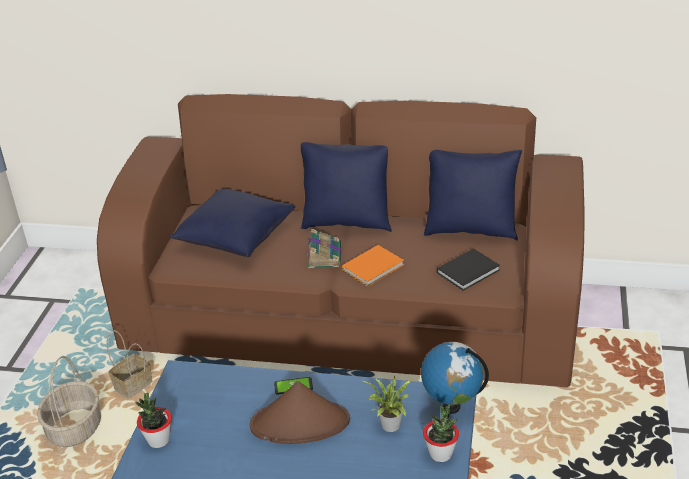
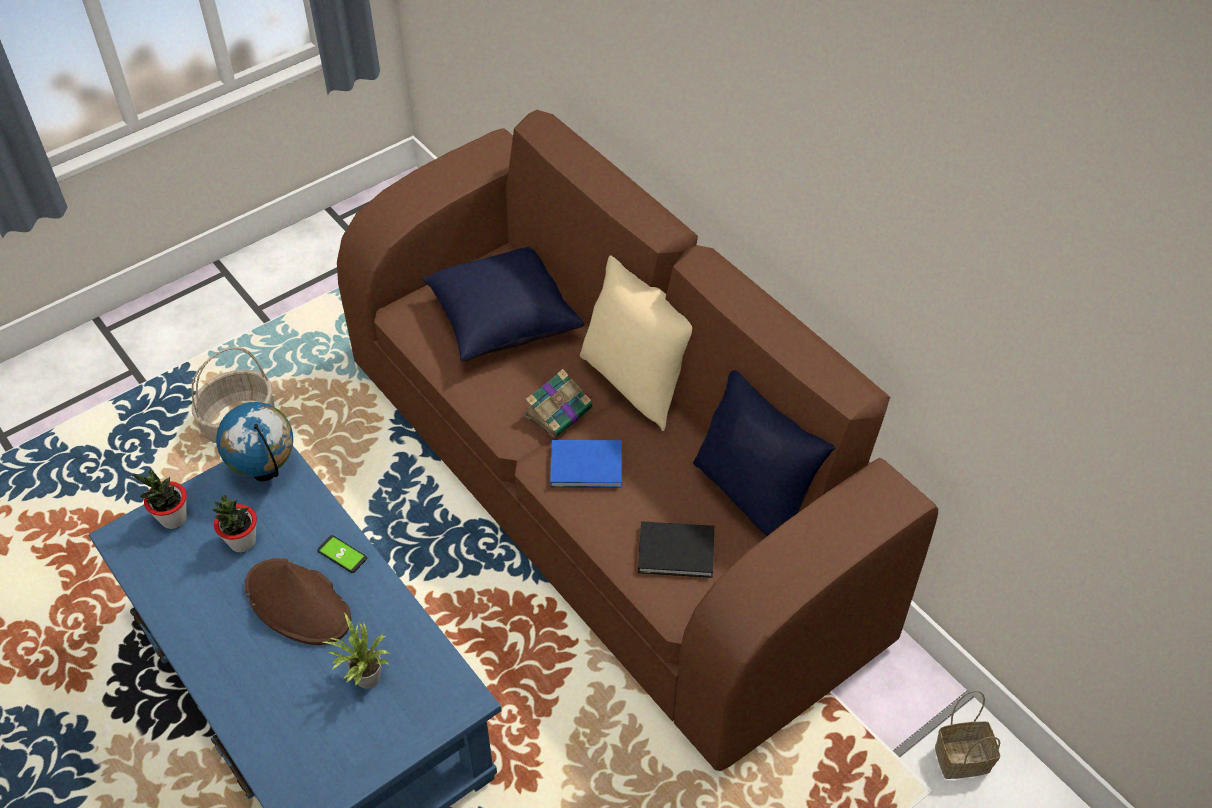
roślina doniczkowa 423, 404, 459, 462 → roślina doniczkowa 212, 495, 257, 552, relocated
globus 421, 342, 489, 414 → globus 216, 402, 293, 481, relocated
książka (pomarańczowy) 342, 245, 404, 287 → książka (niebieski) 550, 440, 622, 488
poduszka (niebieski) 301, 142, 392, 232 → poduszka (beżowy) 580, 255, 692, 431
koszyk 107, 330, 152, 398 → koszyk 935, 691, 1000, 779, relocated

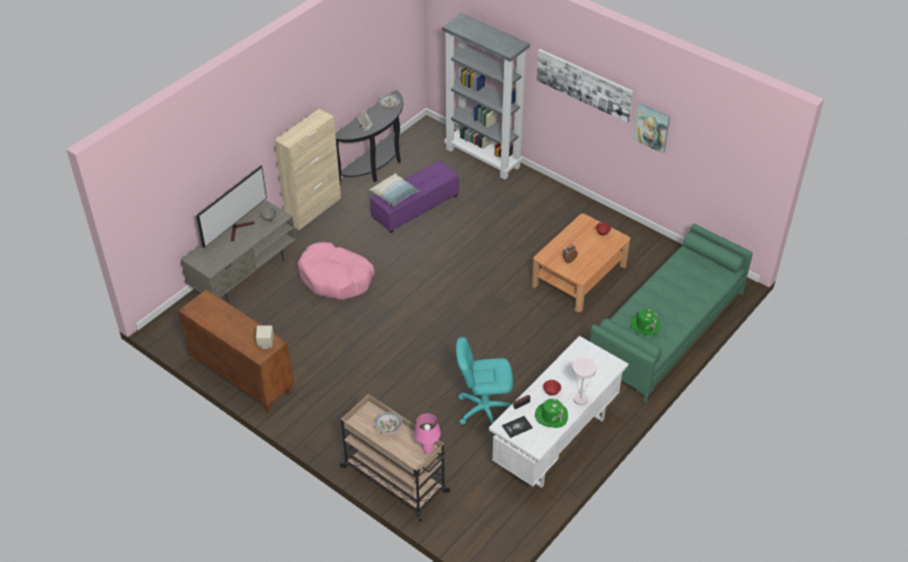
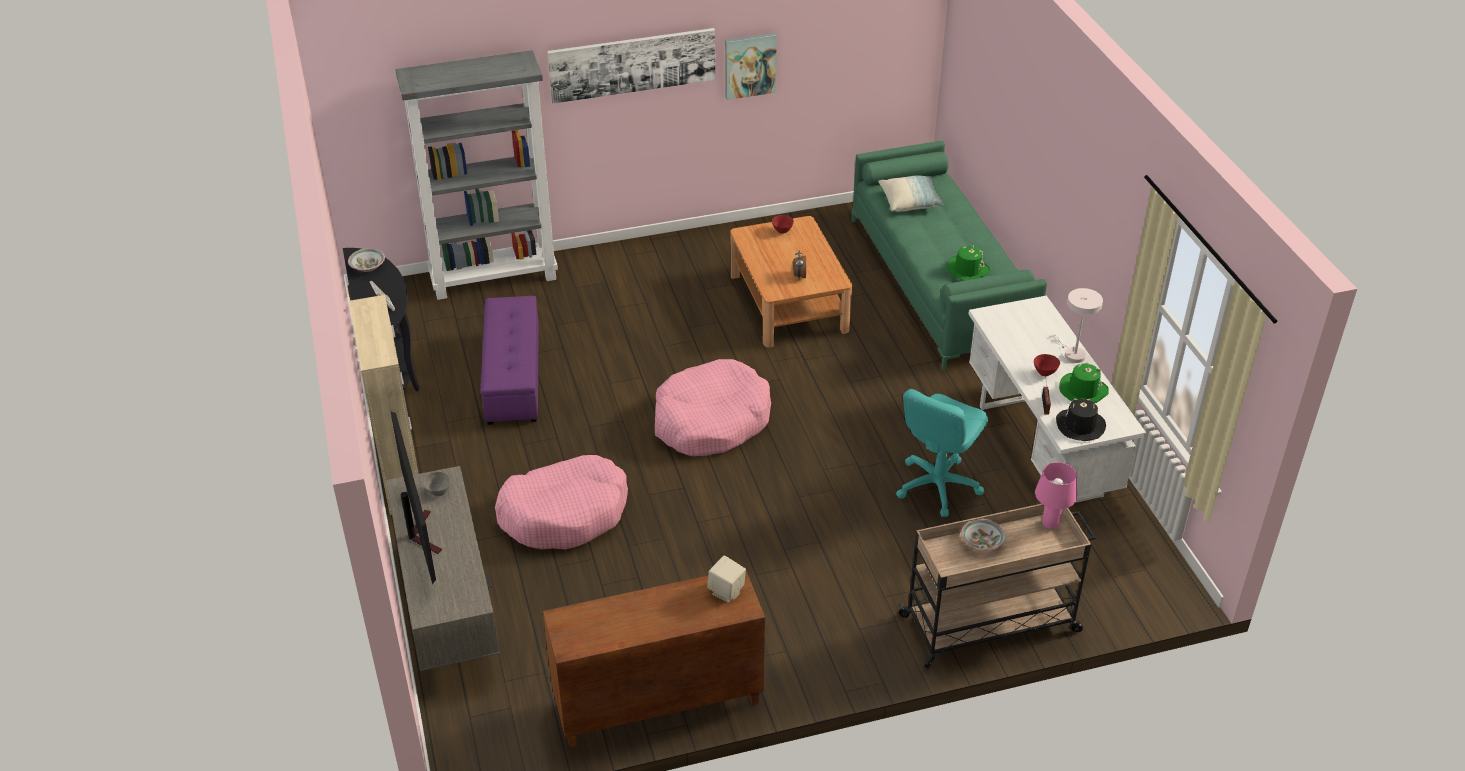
- → legowisko (różowy) 655, 359, 771, 456
poduszka 370, 173, 420, 207 → poduszka 878, 176, 944, 212, relocated
książka 502, 416, 533, 438 → kapelusz (czarny) 1056, 398, 1106, 441

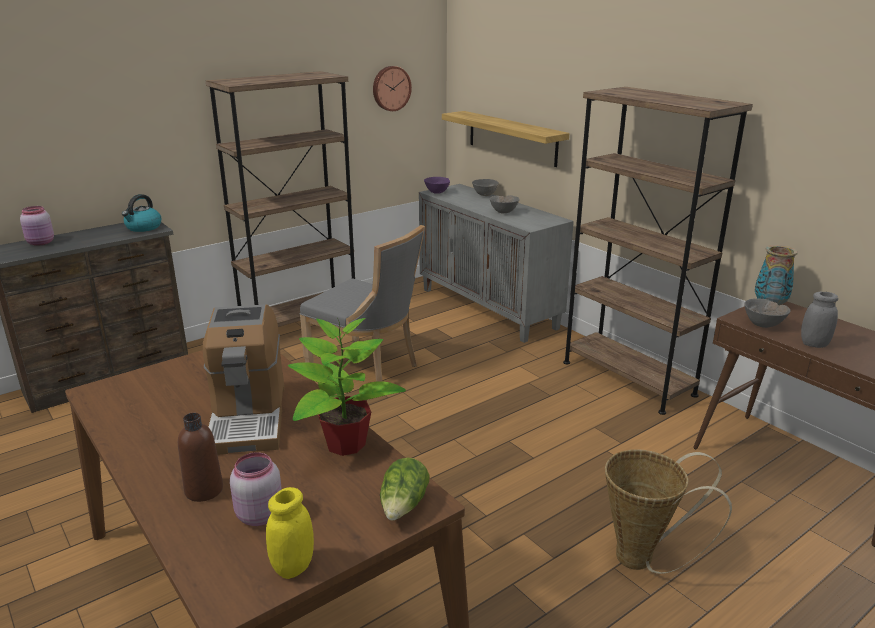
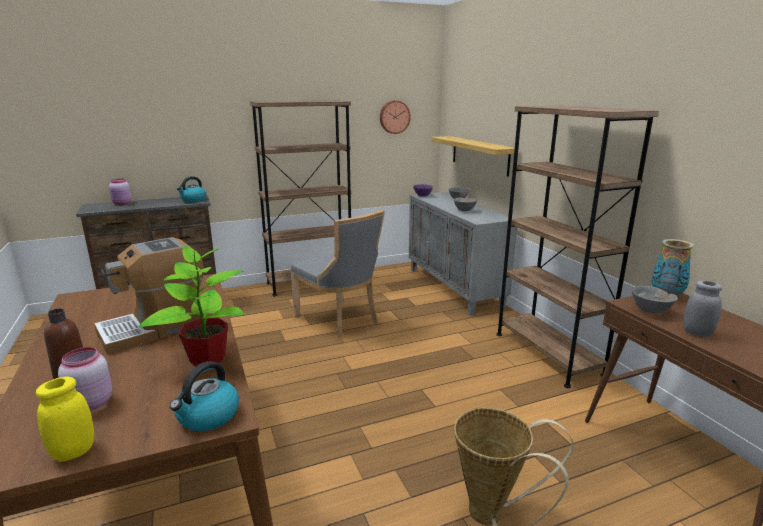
ekspres do kawy 203, 304, 284, 455 → ekspres do kawy 94, 237, 208, 355, 45 degrees clockwise
sałata 380, 457, 430, 521 → czajnik 170, 361, 239, 431

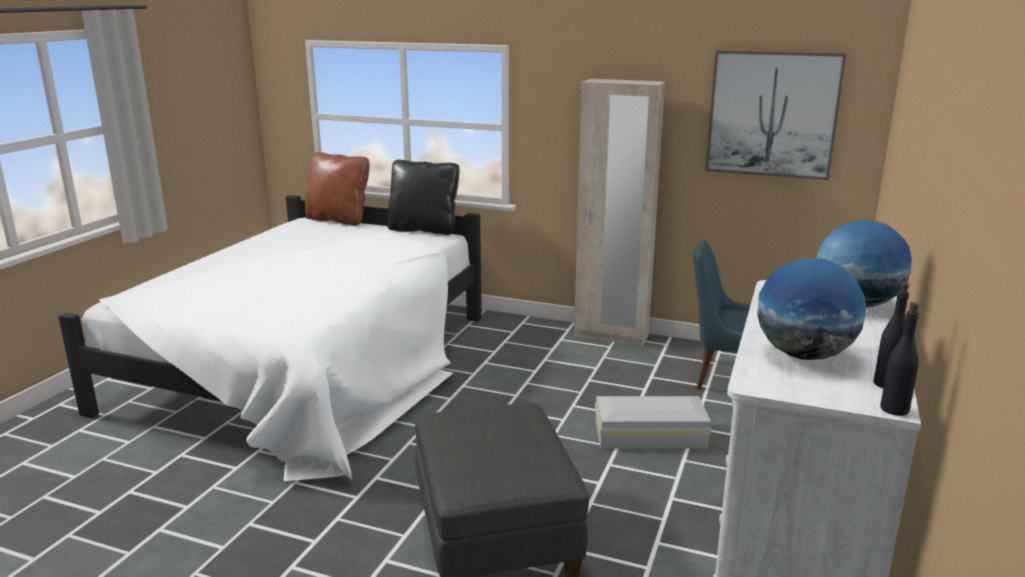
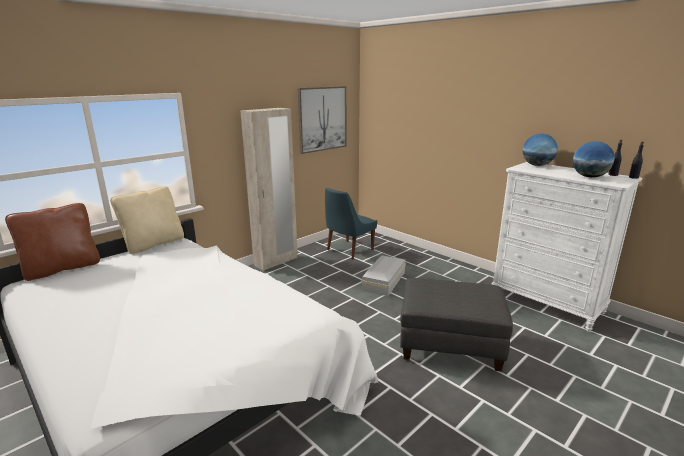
poduszka (czarny) 388, 160, 459, 235 → poduszka (beżowy) 110, 186, 184, 254

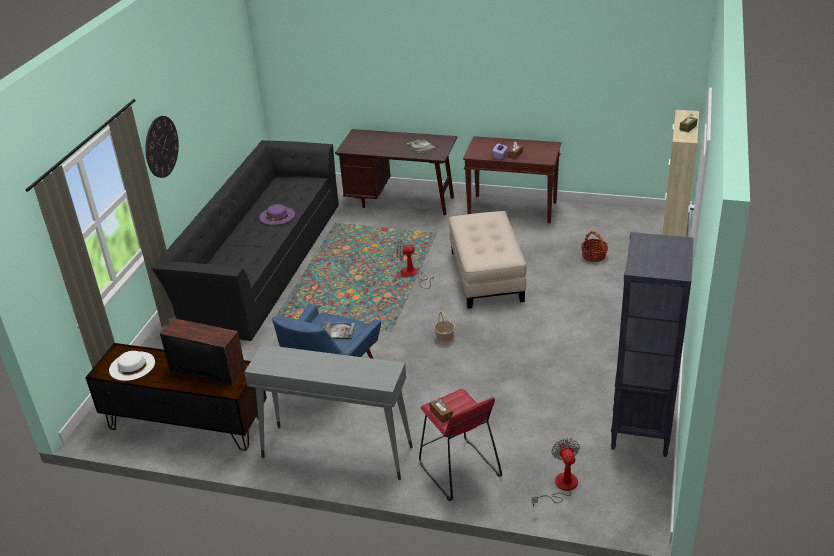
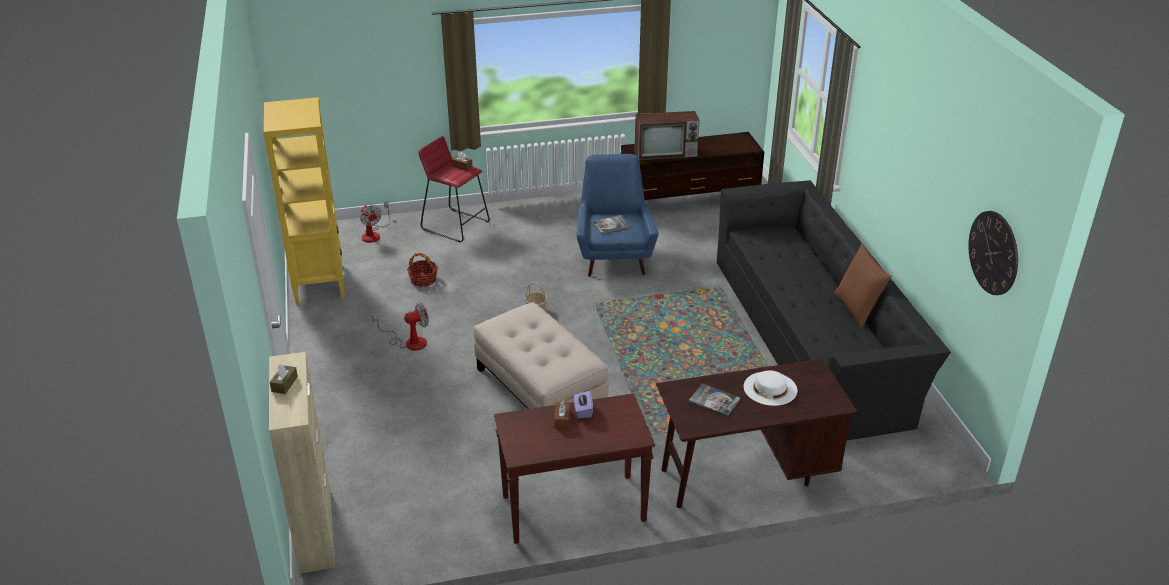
regał (czarny) 611, 232, 694, 457 → regał (żółty) 264, 97, 345, 304
wentylator 396, 240, 434, 289 → wentylator 372, 302, 429, 351, relocated
koszyk 581, 231, 608, 262 → koszyk 407, 253, 438, 287, relocated
kapelusz (biały) 109, 351, 155, 381 → kapelusz (biały) 744, 370, 797, 406, relocated
- → poduszka (brązowy) 834, 244, 892, 328
zegar ścienny 145, 116, 179, 178 → zegar ścienny 968, 211, 1018, 295, relocated
stolik konsolowy (szary) 244, 344, 413, 480 → -
kapelusz (fioletowy) 260, 204, 295, 225 → -

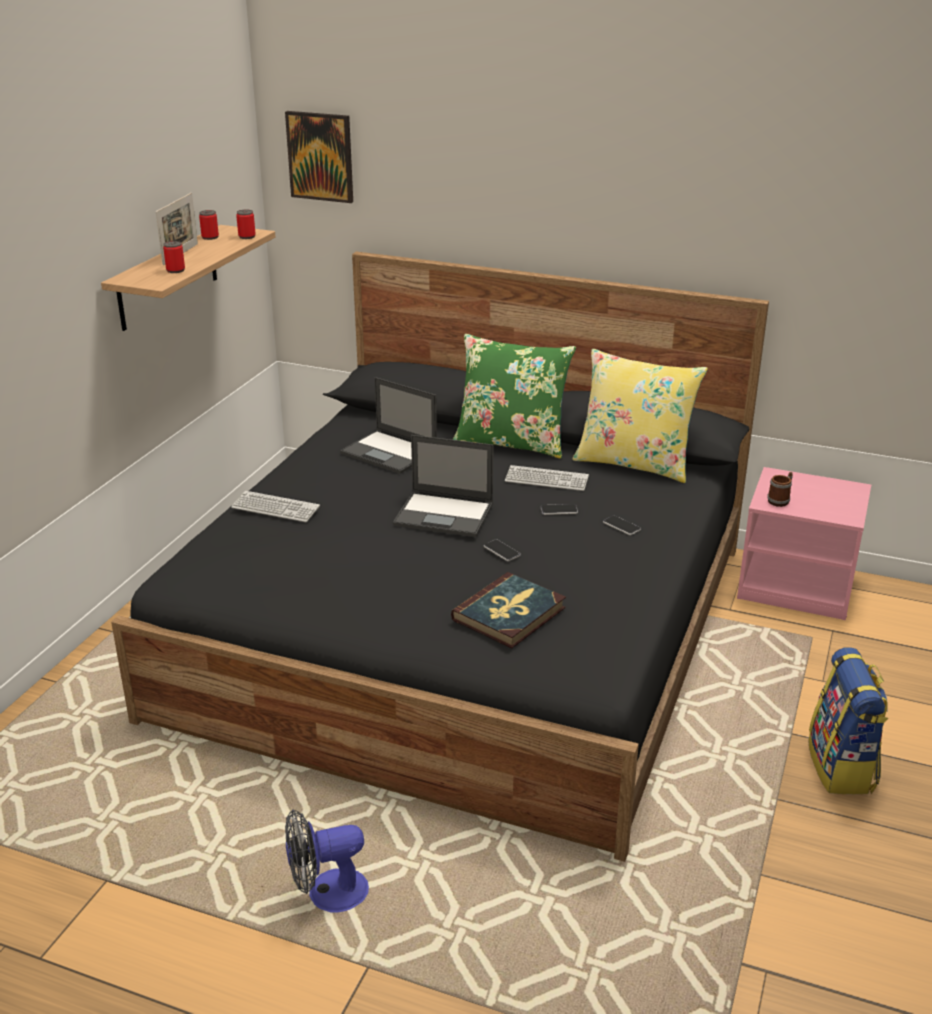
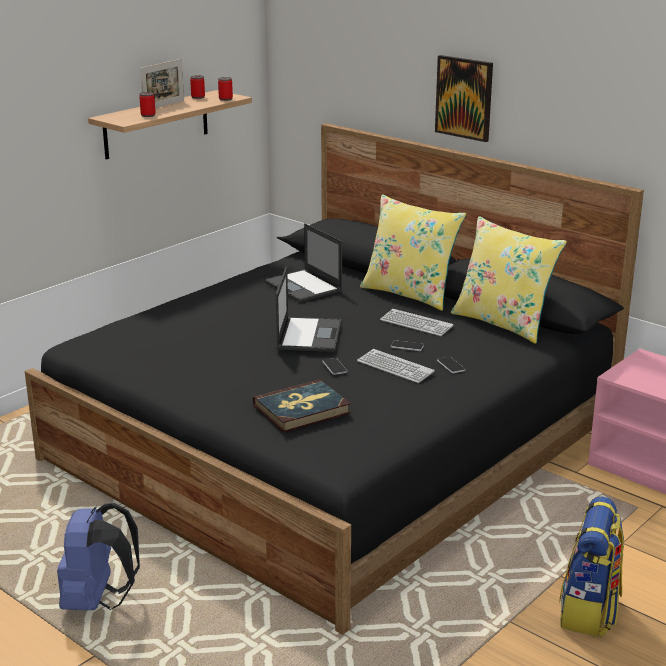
wentylator 285, 810, 369, 912 → plecak (niebieski) 57, 503, 140, 610
laptop 393, 435, 494, 537 → laptop 276, 267, 341, 352, 120 degrees counterclockwise
klawiatura 231, 491, 320, 522 → klawiatura 357, 349, 435, 383, relocated
poduszka (zielony) 453, 334, 576, 459 → poduszka (żółty) 360, 195, 466, 311
obraz 285, 111, 353, 203 → obraz 435, 55, 493, 142, relocated
kubek 767, 472, 793, 507 → -

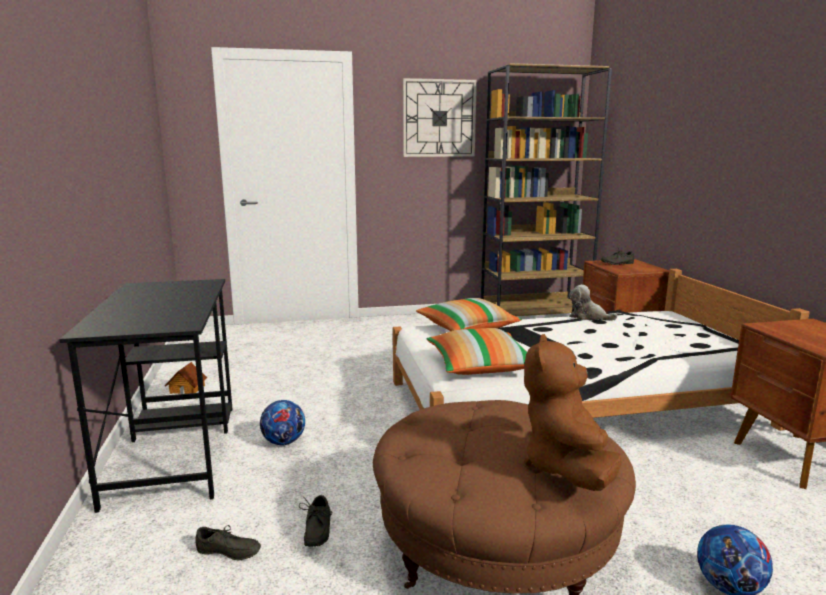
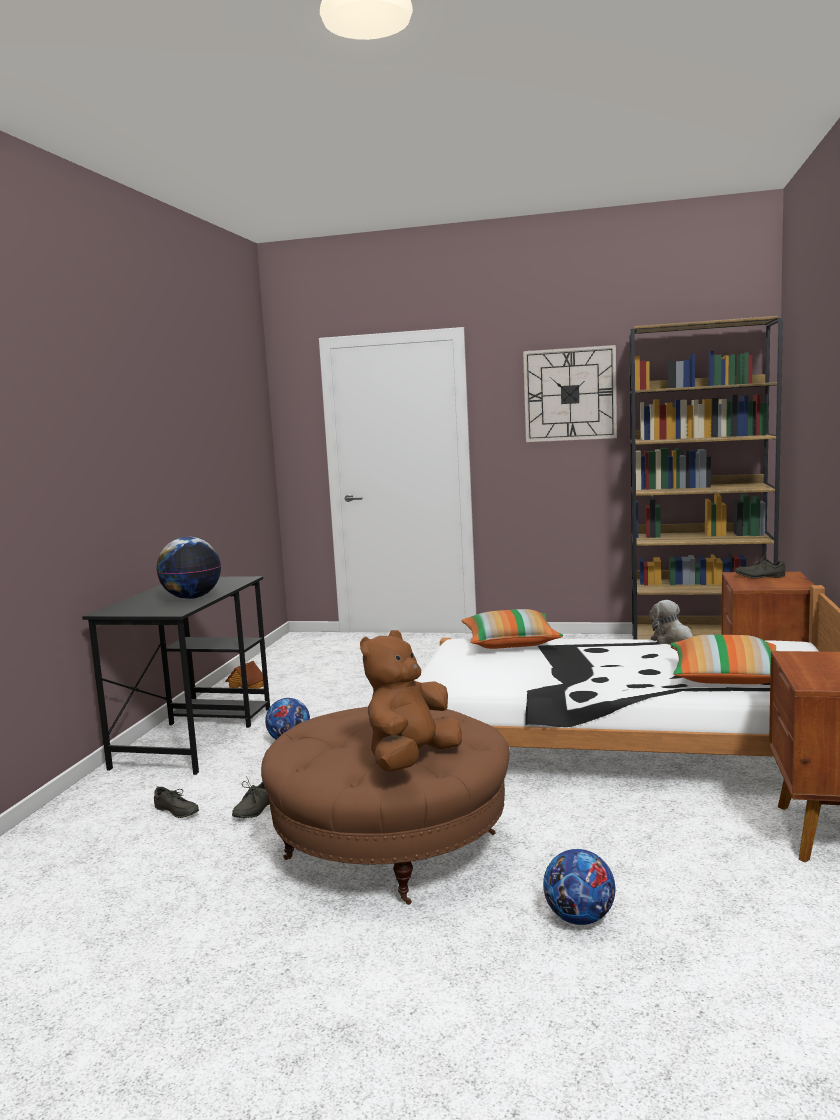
- → globus 156, 537, 221, 599
poduszka 426, 328, 527, 375 → poduszka 670, 635, 776, 684, relocated

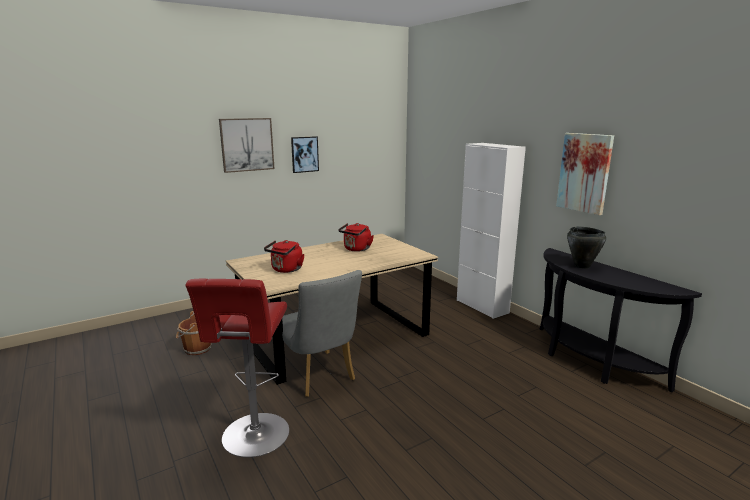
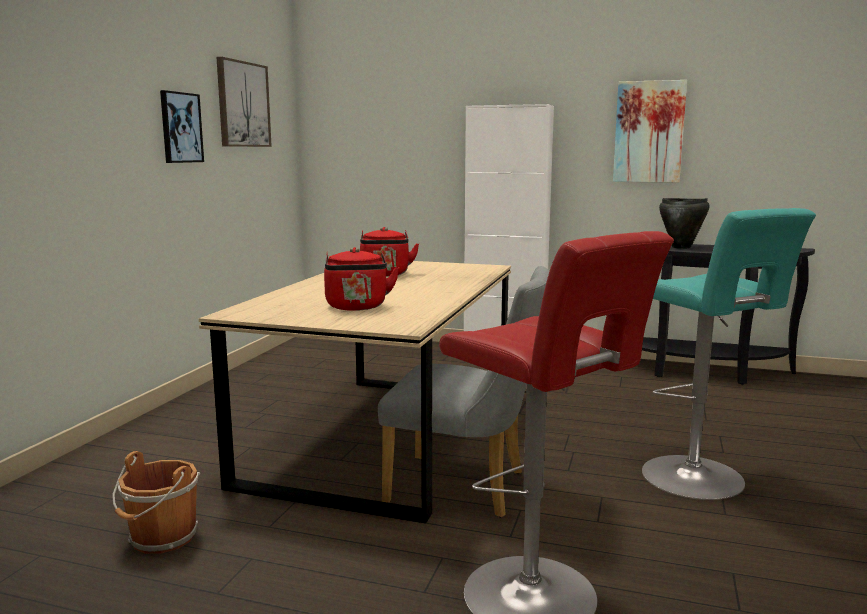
obraz 219, 118, 275, 173 → obraz 216, 57, 272, 147, relocated
- → stołek (turkusowy) 642, 208, 816, 500

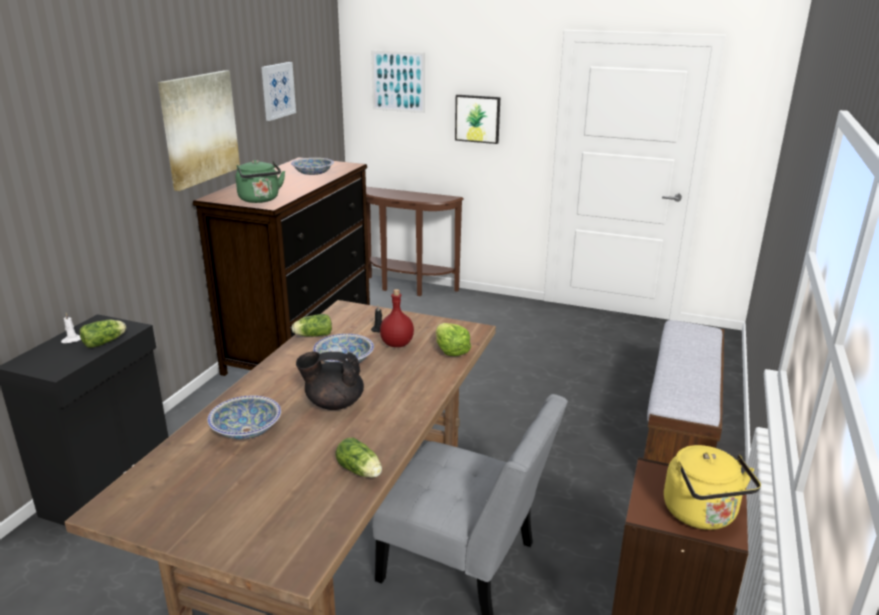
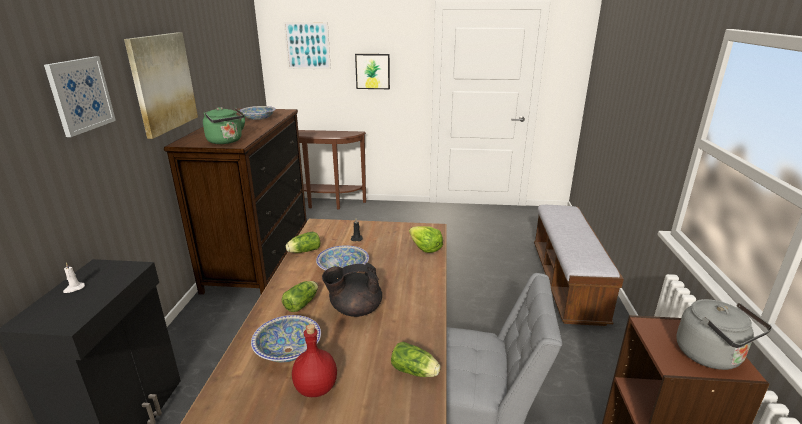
obraz 261, 62, 296, 121 → obraz 44, 57, 116, 137, relocated
sałata 80, 320, 126, 348 → sałata 282, 281, 318, 312, relocated
butelka (czerwony) 380, 289, 414, 347 → butelka (czerwony) 292, 324, 337, 397, relocated
czajnik (żółty) 664, 445, 761, 530 → czajnik (szary) 676, 299, 772, 370

